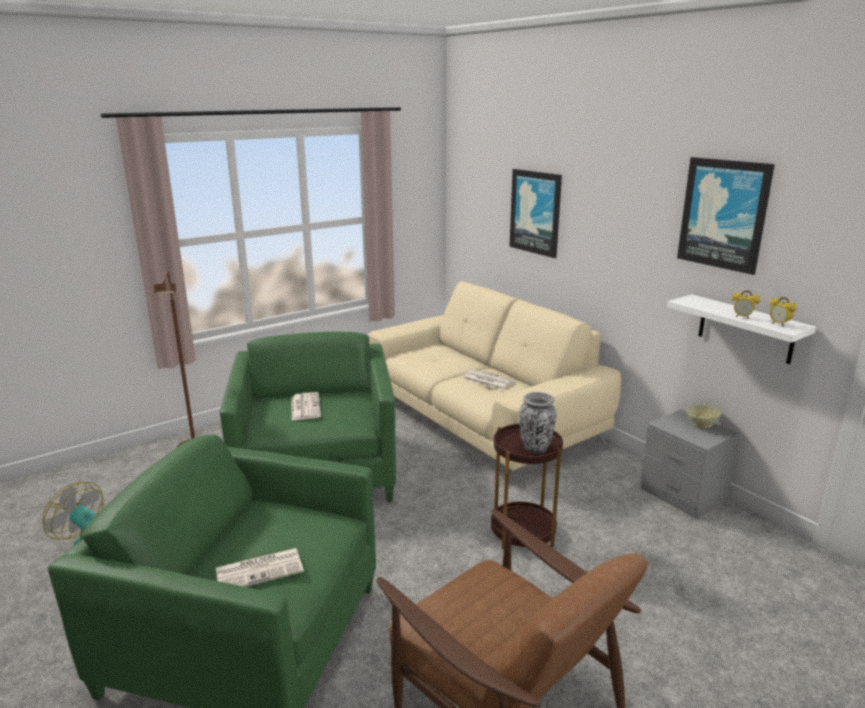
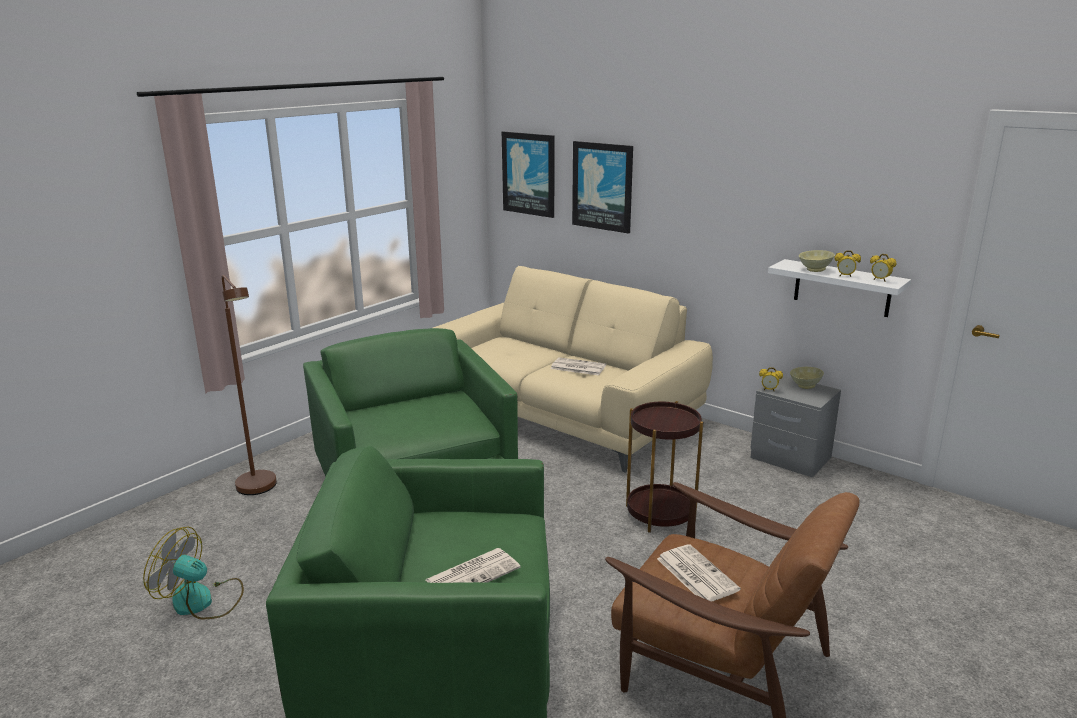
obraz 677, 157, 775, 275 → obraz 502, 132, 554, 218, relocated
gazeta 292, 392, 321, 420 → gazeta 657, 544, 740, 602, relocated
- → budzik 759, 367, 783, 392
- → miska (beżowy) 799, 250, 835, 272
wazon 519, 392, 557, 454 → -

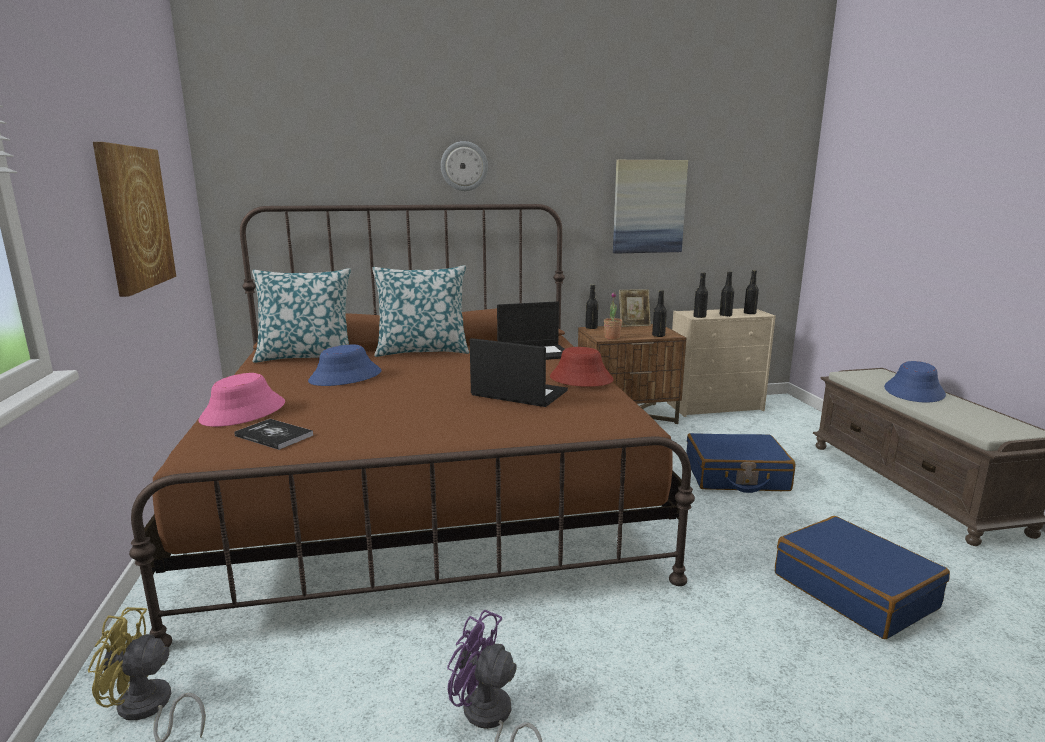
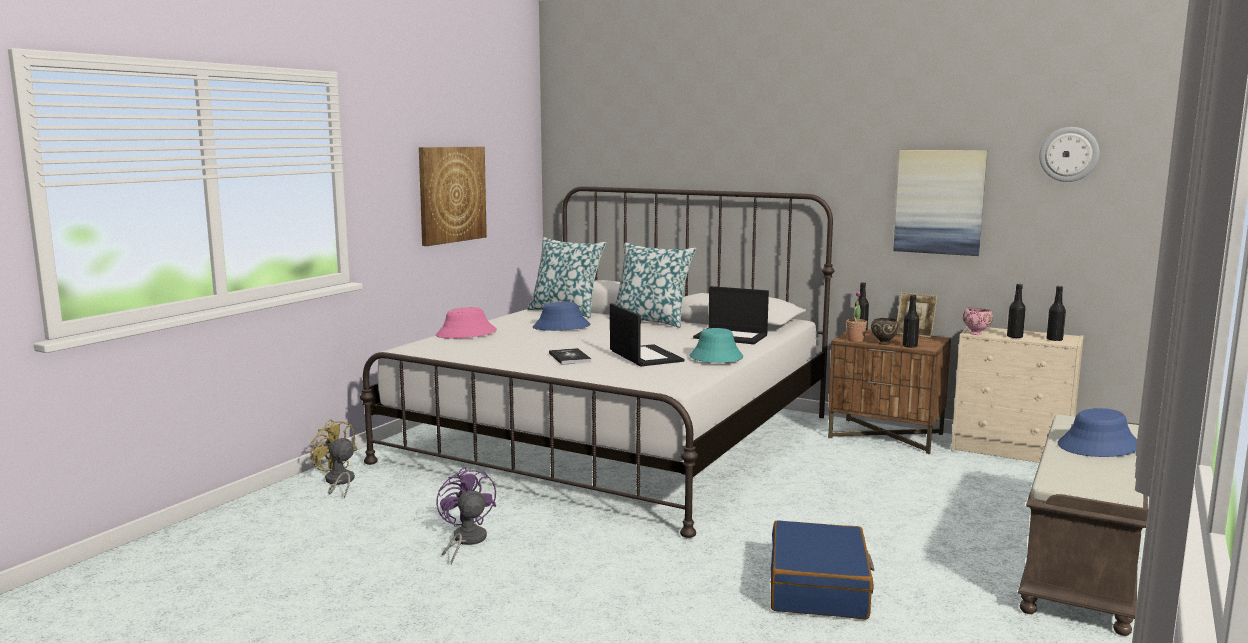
łóżko (brązowy) 129, 204, 695, 647 → łóżko (biały) 360, 186, 834, 538
książka 234, 419, 313, 450 → książka 549, 348, 591, 365, relocated
kapelusz (czerwony) 550, 347, 614, 387 → kapelusz (turkusowy) 690, 328, 743, 363
- → miska (brązowy) 871, 318, 899, 345
butelka (czarny) 693, 272, 708, 318 → miska (różowy) 963, 307, 993, 335
zegar ścienny 441, 141, 488, 191 → zegar ścienny 1039, 127, 1099, 182, relocated
walizka (niebieski) 686, 433, 796, 493 → -

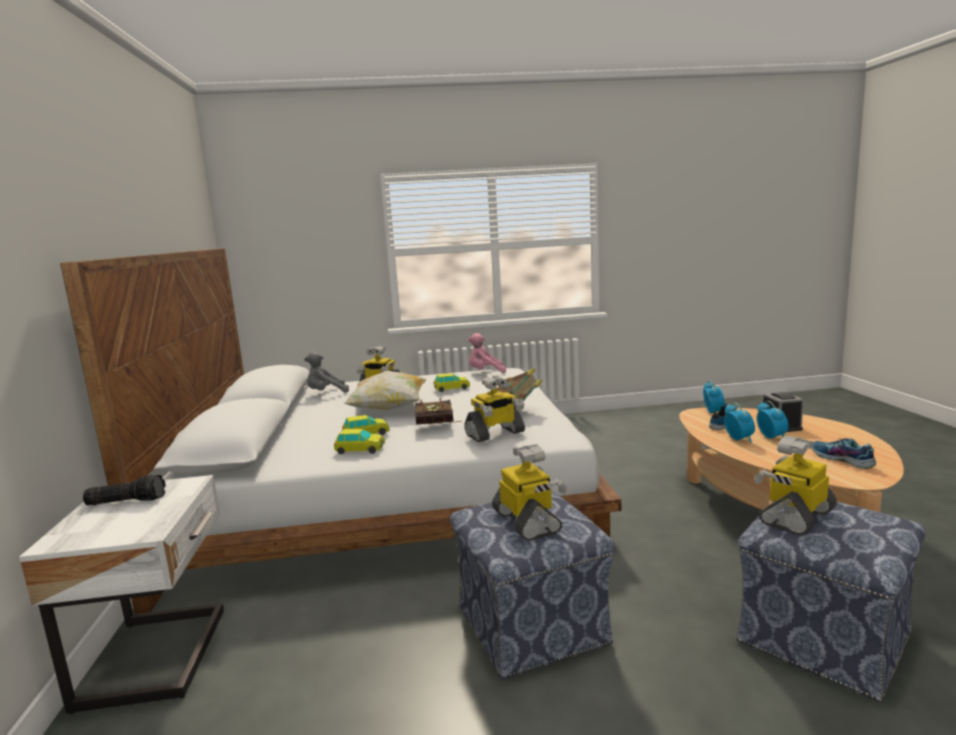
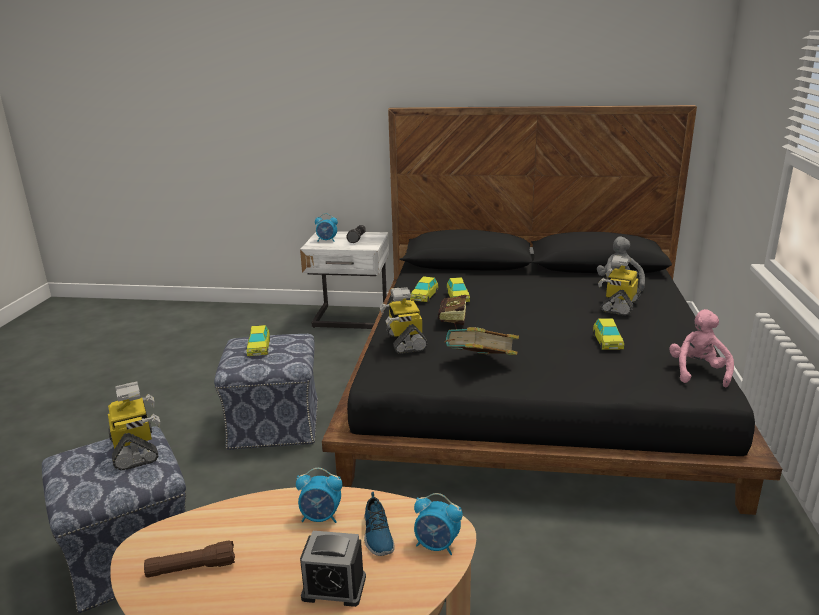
but 812, 438, 876, 469 → latarka (brązowy) 144, 540, 235, 577
robot zabawkowy 492, 444, 567, 540 → samochodzik 247, 325, 270, 356
budzik 757, 401, 789, 439 → budzik 315, 213, 338, 242, relocated
łóżko (biały) 60, 248, 621, 614 → łóżko (czarny) 322, 105, 782, 515
poduszka 343, 371, 427, 410 → -

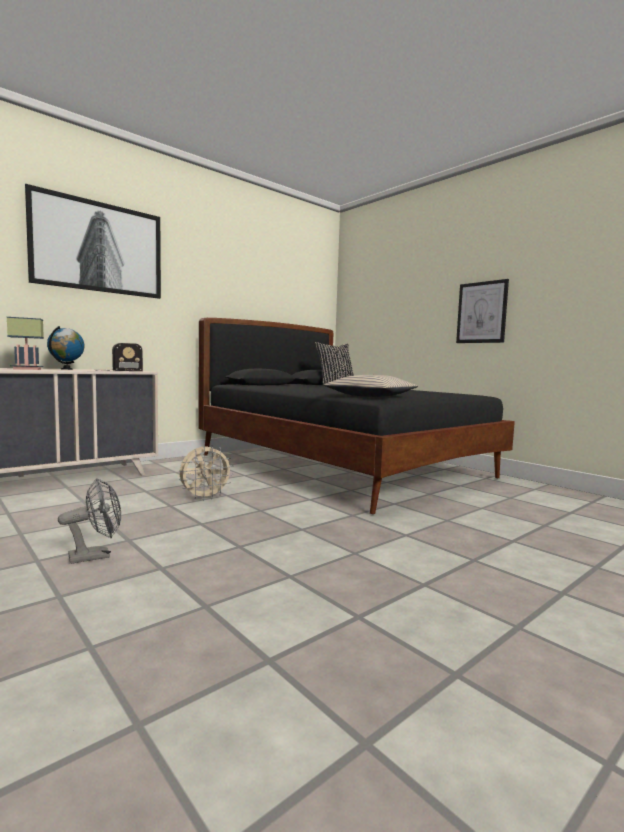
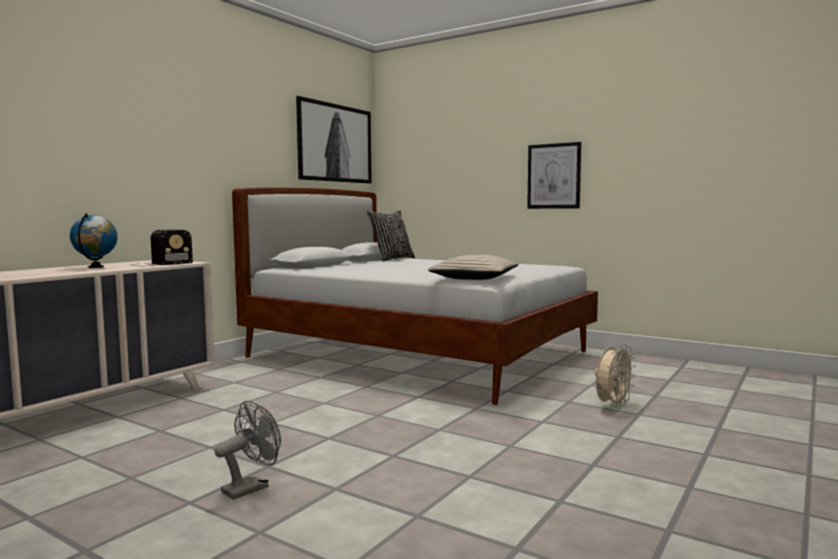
łóżko (czarny) 198, 318, 515, 514 → łóżko (biały) 232, 188, 598, 405
obraz 25, 184, 161, 299 → obraz 296, 96, 372, 184, relocated
wentylator (beżowy) 180, 445, 234, 499 → wentylator (beżowy) 595, 344, 636, 409, relocated
lampa stołowa 7, 317, 44, 370 → -

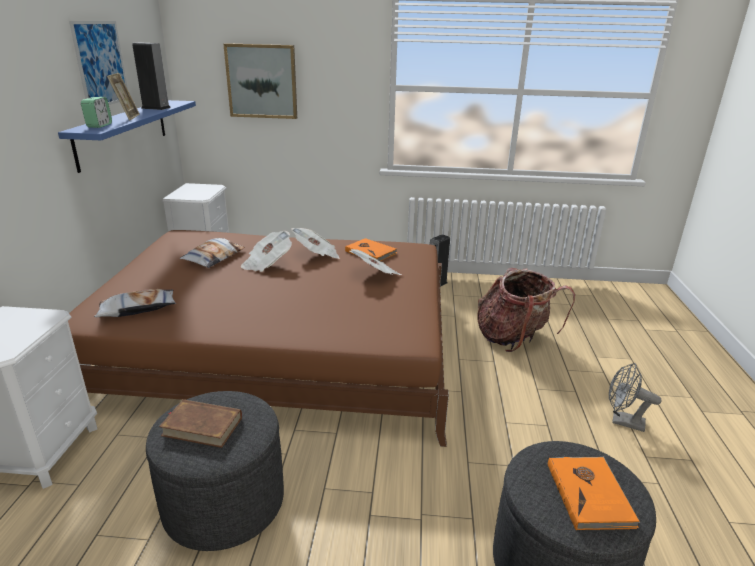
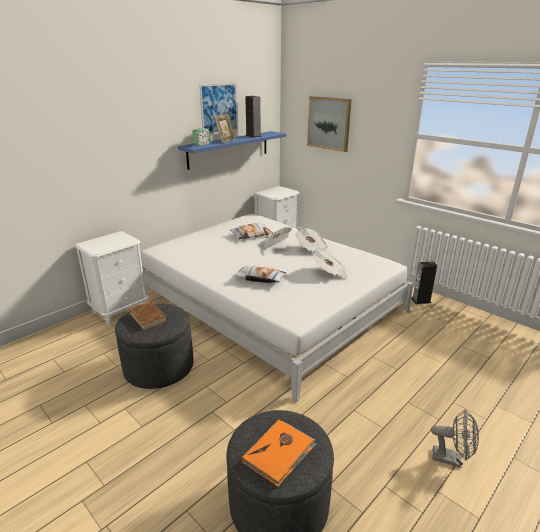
łóżko (brązowy) 68, 230, 449, 447 → łóżko (biały) 140, 214, 414, 402
poduszka 94, 289, 176, 317 → poduszka 232, 266, 286, 283, relocated
wentylator (szary) 609, 363, 662, 432 → wentylator (szary) 431, 409, 479, 468, 135 degrees clockwise
książka (pomarańczowy) 345, 238, 397, 261 → -
plecak 477, 268, 575, 352 → -

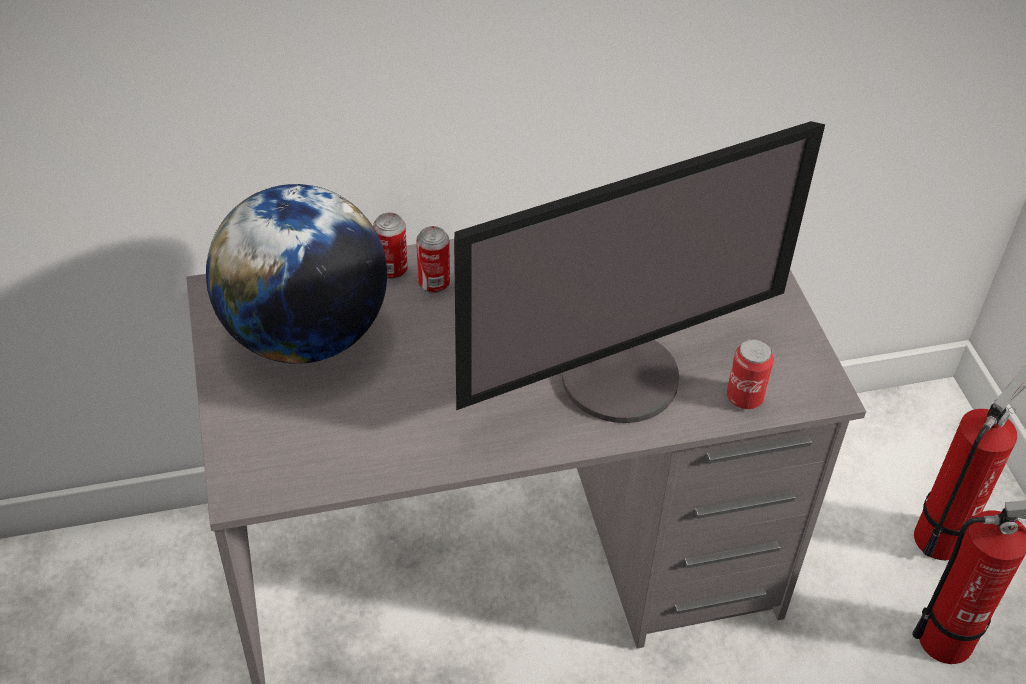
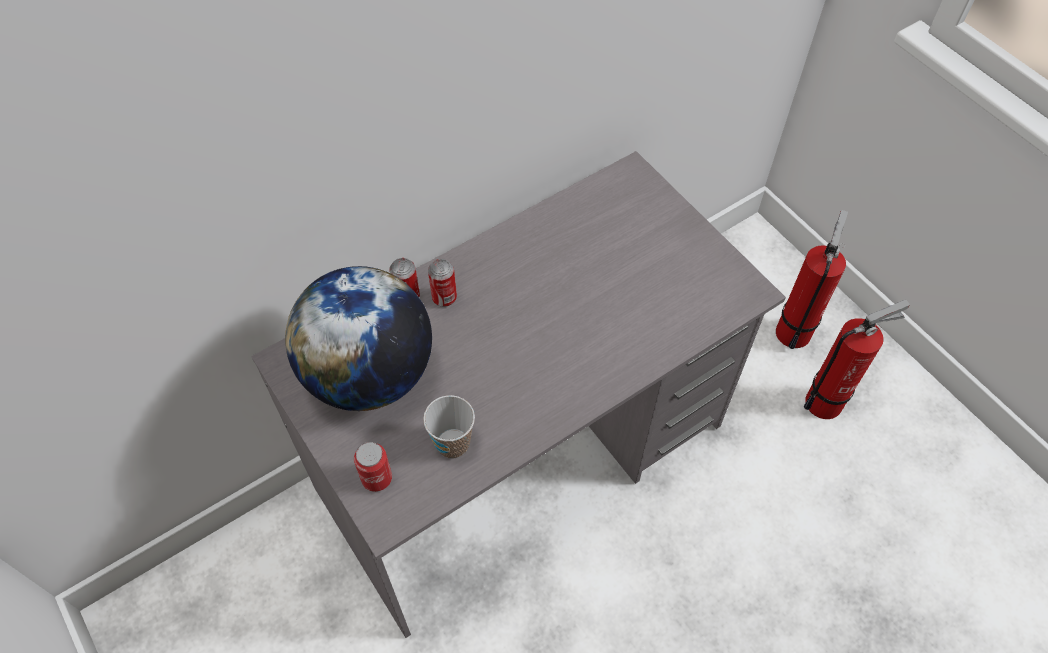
puszka 727, 339, 774, 409 → puszka 354, 442, 392, 492, relocated
- → filiżanka 423, 395, 475, 459
monitor 454, 121, 825, 423 → -

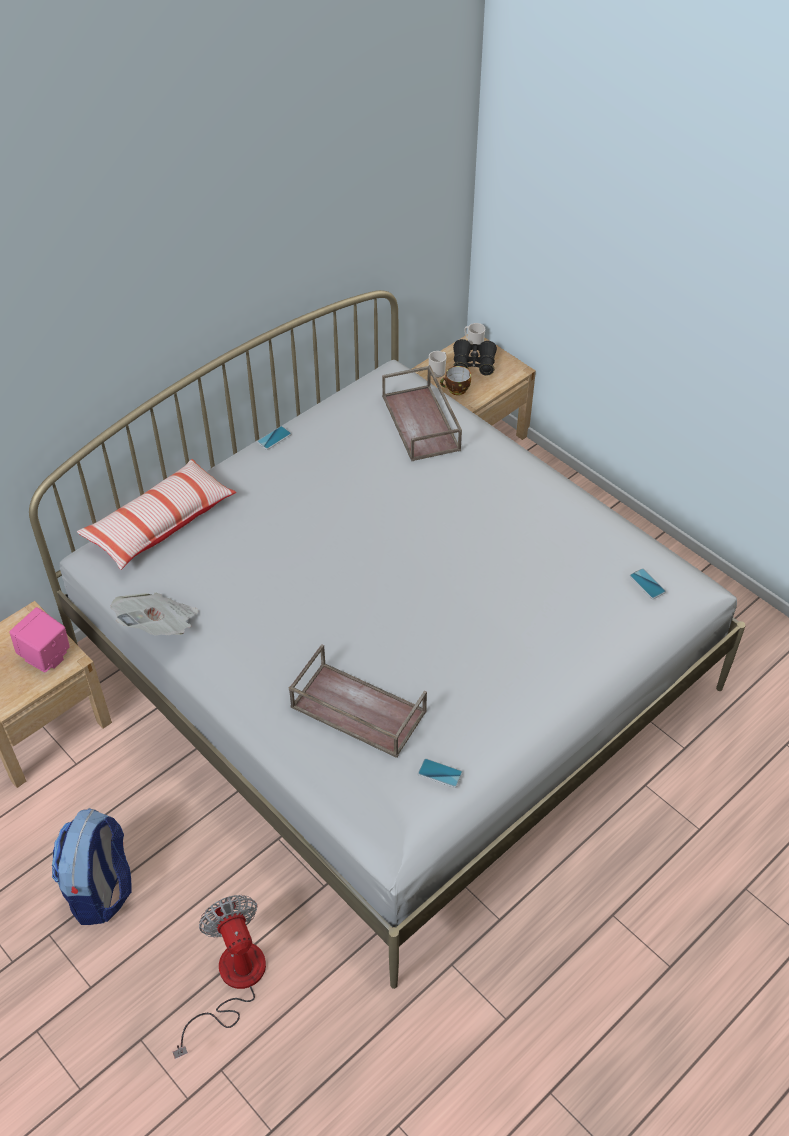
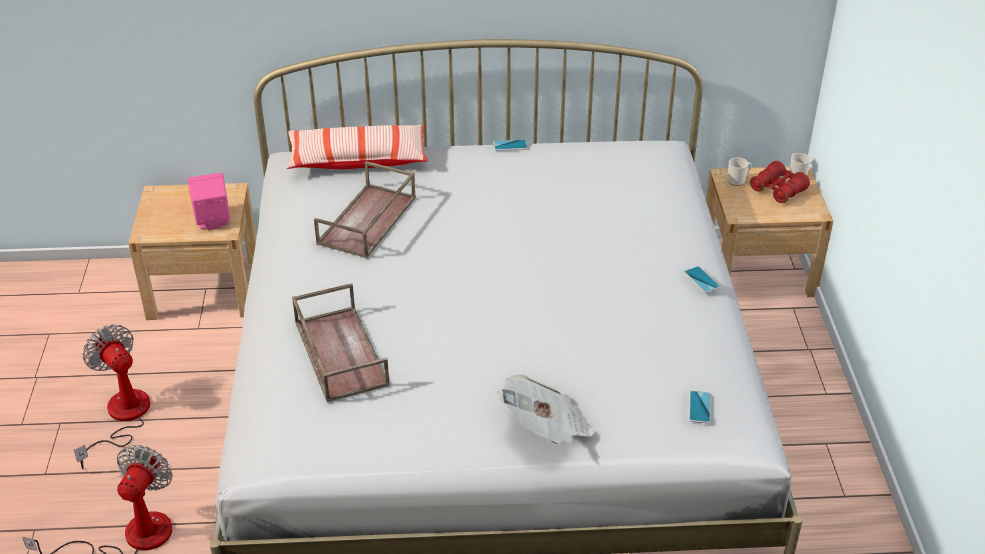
plecak 52, 808, 132, 925 → wentylator 74, 324, 150, 469
taca (brązowy) 382, 365, 462, 461 → taca (brązowy) 314, 161, 416, 258, relocated
gazeta 110, 593, 199, 636 → gazeta 497, 374, 595, 444, relocated
telefon 418, 758, 463, 788 → telefon 684, 266, 720, 293, relocated
lornetka (czarny) 453, 339, 497, 376 → lornetka (czerwony) 750, 161, 810, 203
filiżanka 440, 366, 471, 395 → -

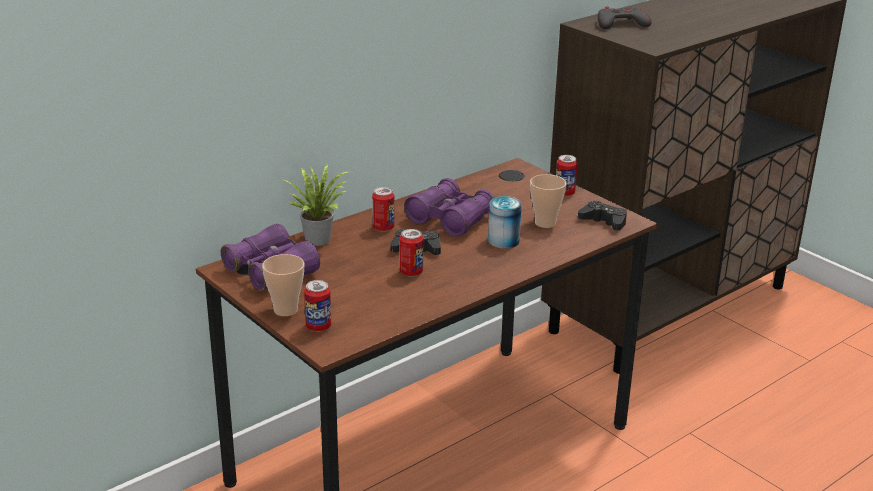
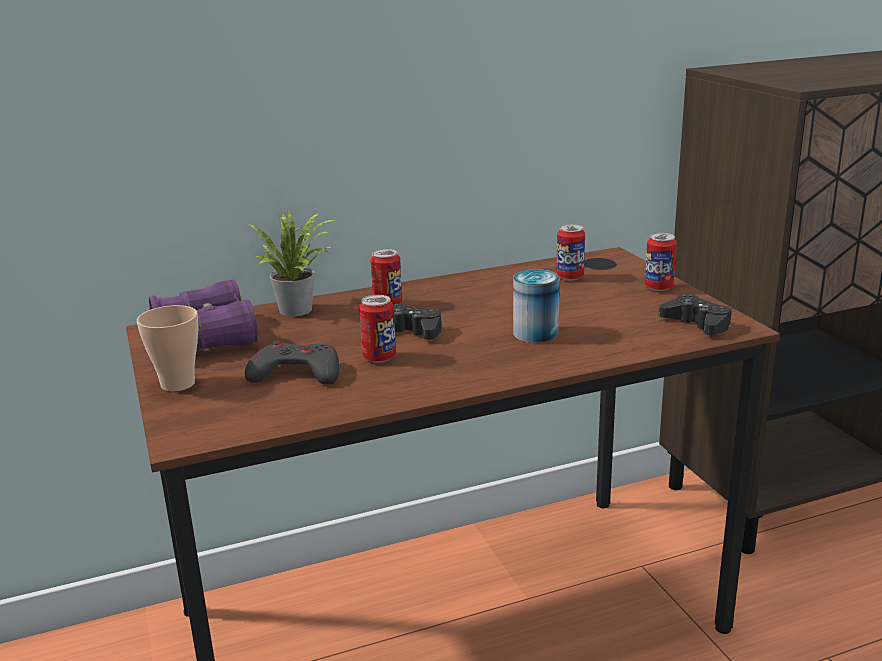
pad do gier (szary) 598, 6, 652, 29 → pad do gier (szary) 245, 341, 339, 385, relocated
puszka 304, 280, 331, 332 → puszka 556, 224, 585, 281, relocated
lornetka (fioletowy) 404, 178, 495, 237 → -
filiżanka 530, 174, 566, 228 → -

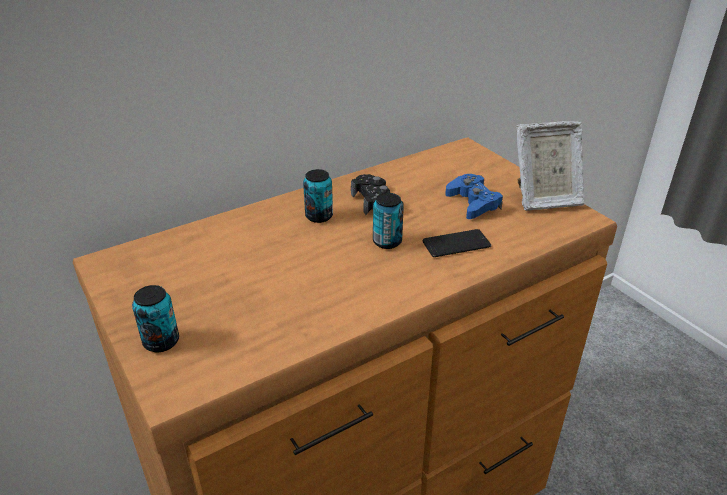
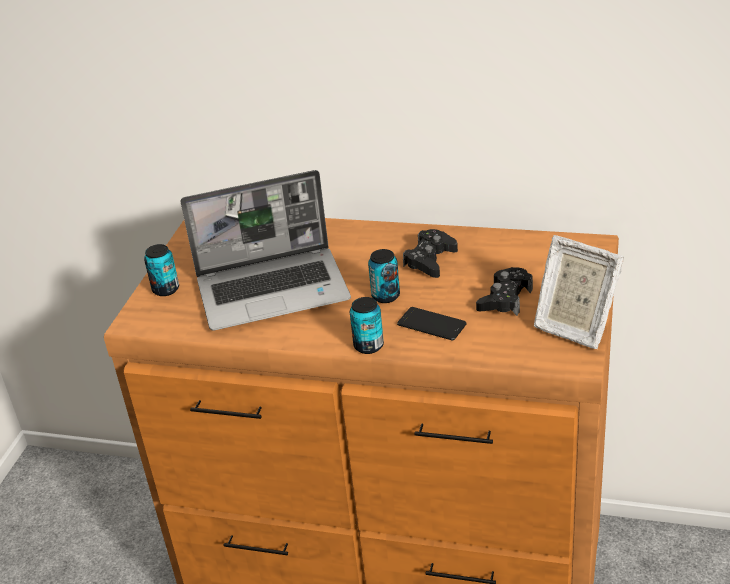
- → laptop 181, 170, 351, 331
puszka 303, 169, 333, 223 → puszka 350, 297, 384, 354, relocated
pad do gier (niebieski) 445, 174, 503, 219 → pad do gier (czarny) 476, 267, 533, 316

